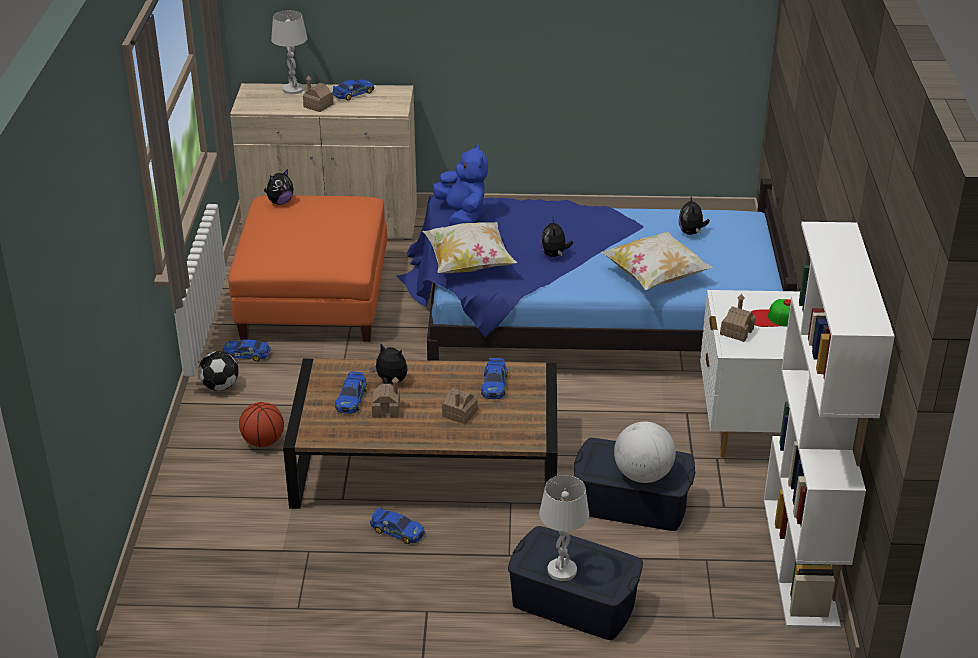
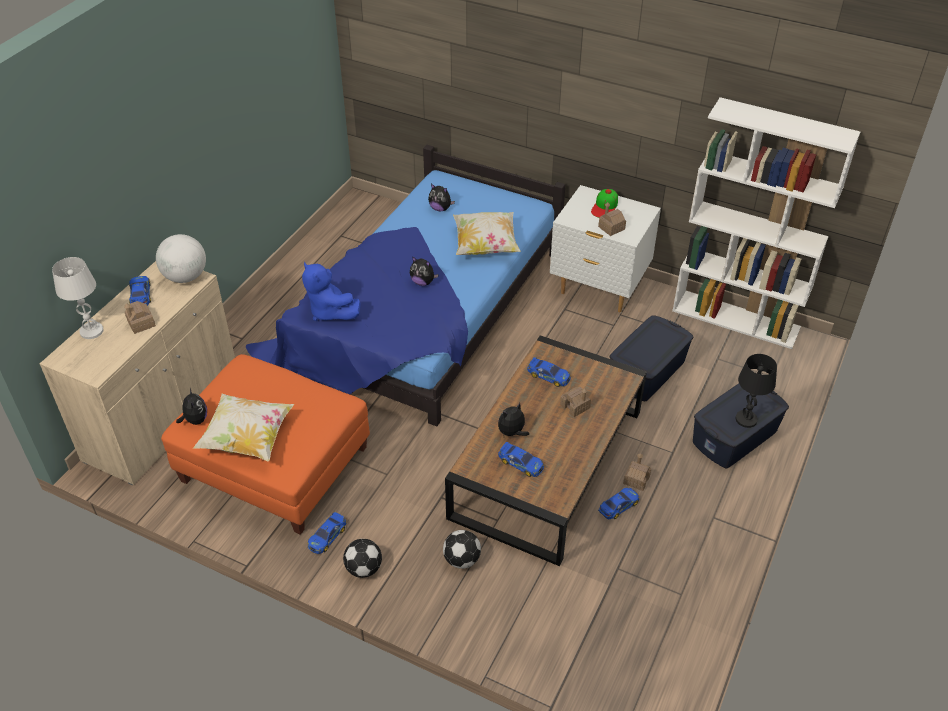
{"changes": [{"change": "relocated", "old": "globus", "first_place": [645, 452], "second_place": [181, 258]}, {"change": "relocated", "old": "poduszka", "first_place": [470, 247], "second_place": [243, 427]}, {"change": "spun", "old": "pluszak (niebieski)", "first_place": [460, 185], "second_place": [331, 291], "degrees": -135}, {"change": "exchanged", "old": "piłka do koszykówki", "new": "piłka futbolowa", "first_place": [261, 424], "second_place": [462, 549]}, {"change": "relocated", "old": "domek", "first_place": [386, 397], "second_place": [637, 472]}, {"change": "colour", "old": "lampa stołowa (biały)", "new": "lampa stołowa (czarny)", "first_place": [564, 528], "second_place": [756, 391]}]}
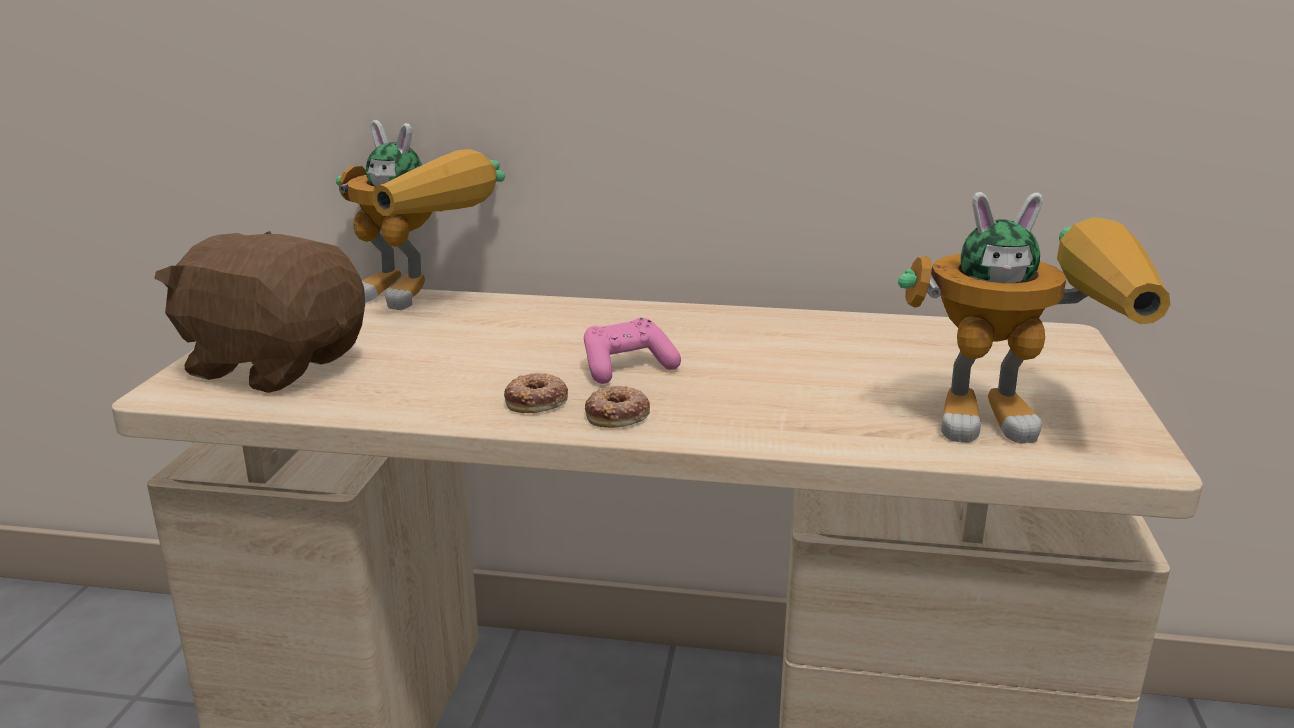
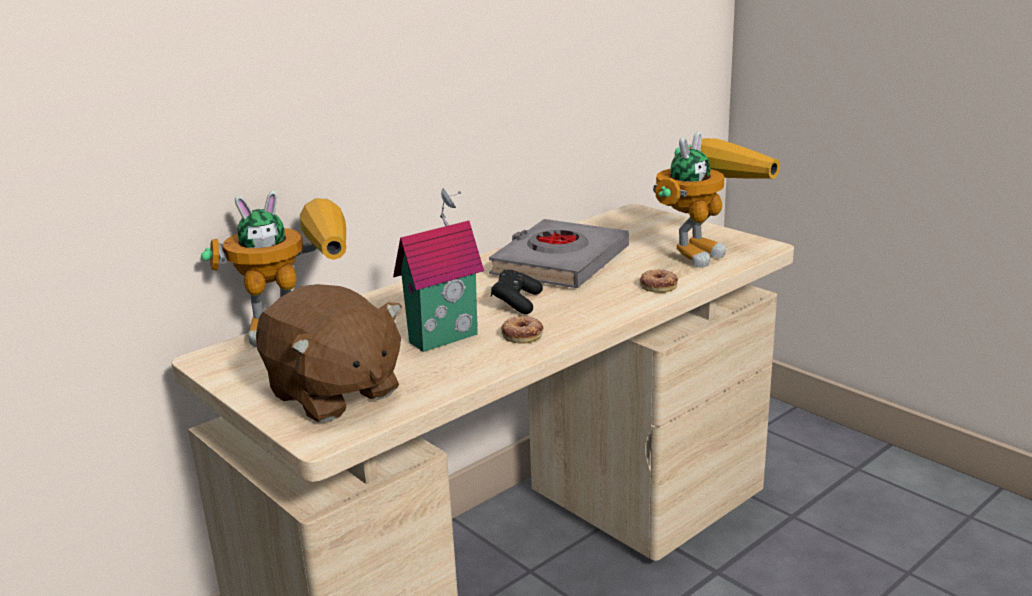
{"changes": [{"change": "spun", "old": "pluszak (brązowy)", "first_place": [259, 312], "second_place": [329, 353], "degrees": -105}, {"change": "appeared", "new": "domek", "second_place": [438, 270]}, {"change": "appeared", "new": "książka (szary)", "second_place": [559, 253]}, {"change": "colour", "old": "pad do gier (różowy)", "new": "pad do gier (czarny)", "first_place": [632, 351], "second_place": [517, 292]}, {"change": "relocated", "old": "donut", "first_place": [617, 406], "second_place": [659, 281]}]}
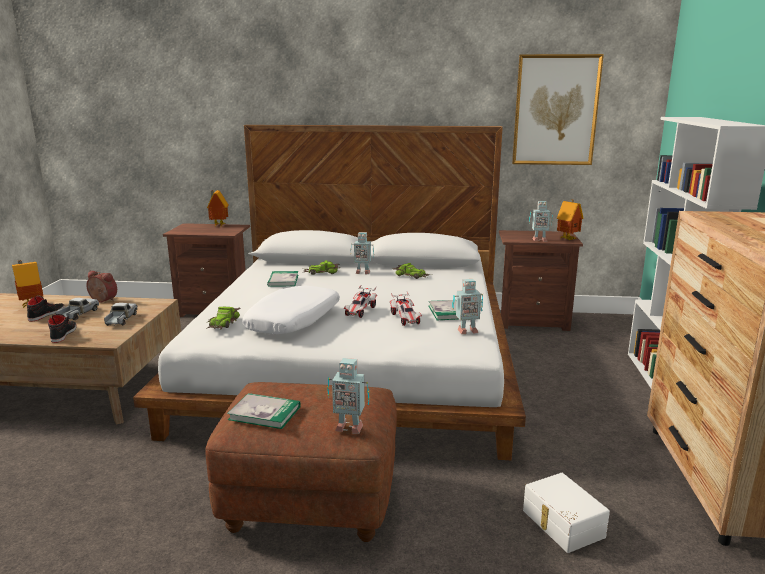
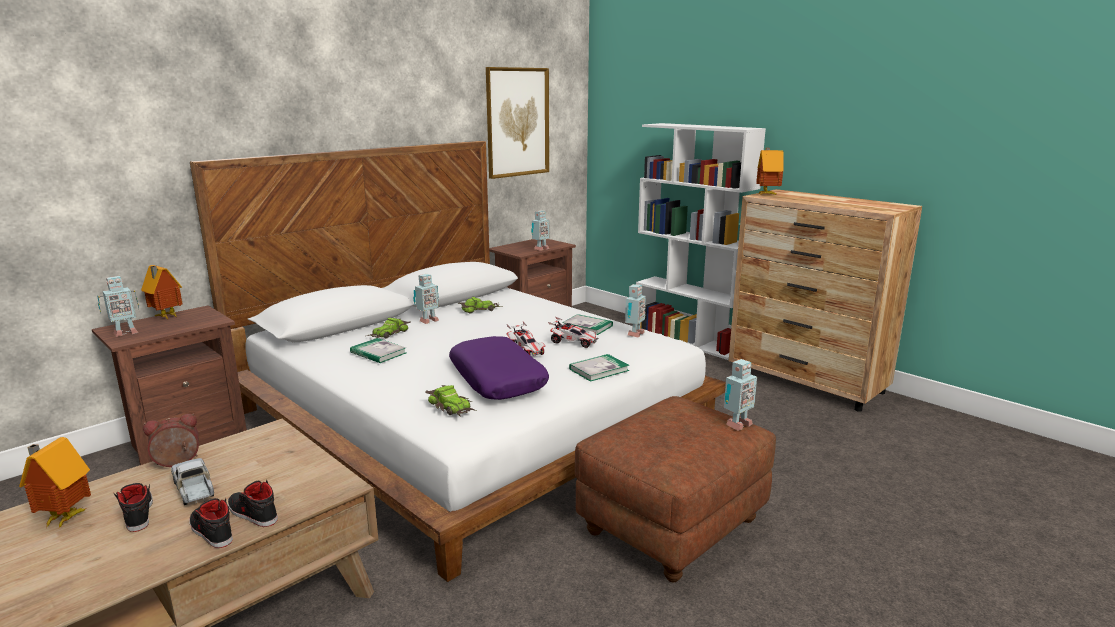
{"changes": [{"change": "appeared", "new": "robot zabawkowy", "second_place": [118, 306]}, {"change": "appeared", "new": "but (czarny)", "second_place": [211, 523]}, {"change": "colour", "old": "poduszka (biały)", "new": "poduszka (fioletowy)", "first_place": [291, 310], "second_place": [499, 368]}, {"change": "relocated", "old": "książka", "first_place": [264, 411], "second_place": [599, 368]}, {"change": "relocated", "old": "domek", "first_place": [570, 220], "second_place": [769, 171]}, {"change": "missing", "old": "ciężarówka zabawkowa", "first_place": [120, 314]}, {"change": "missing", "old": "pojemnik do przechowywania (biały)", "first_place": [566, 513]}]}
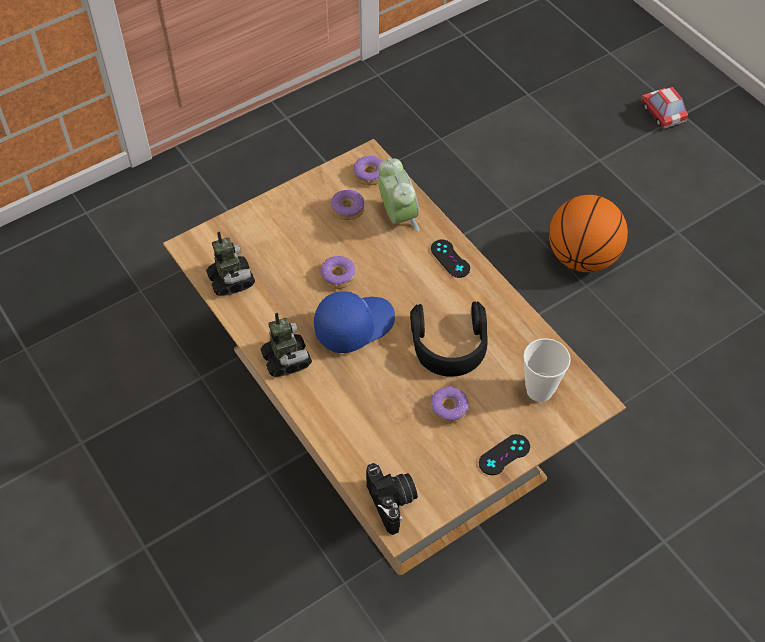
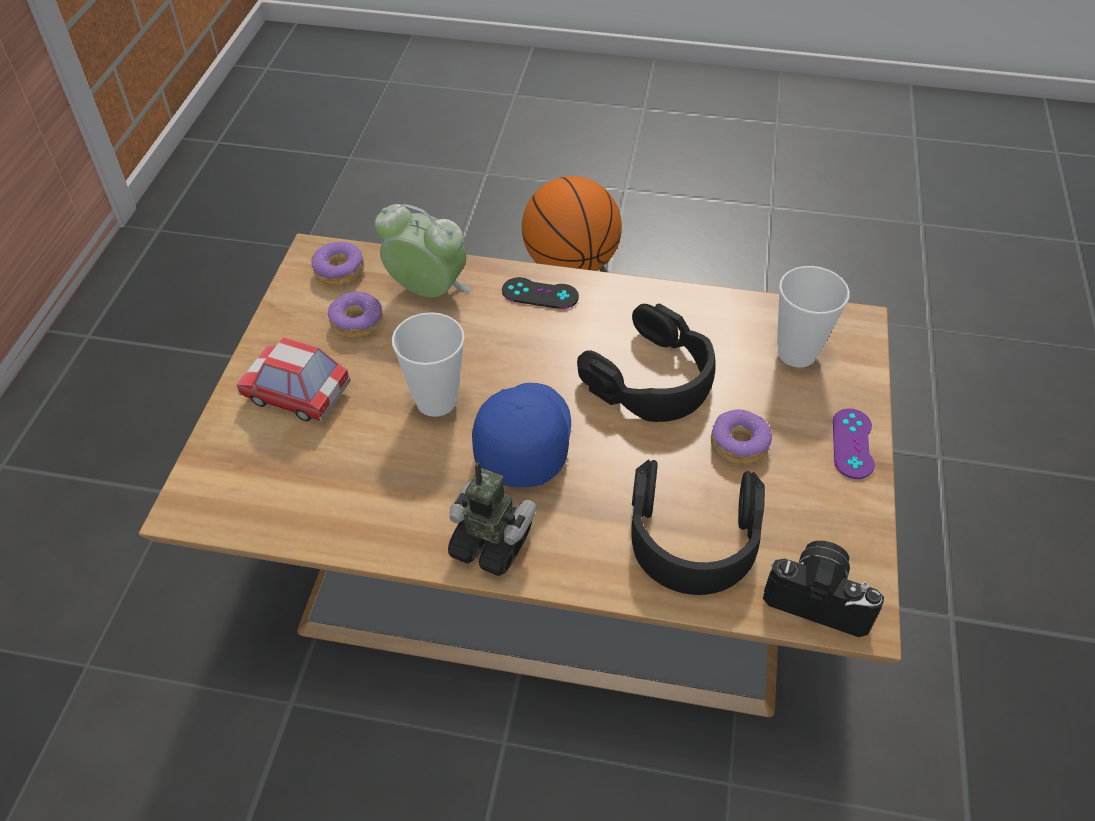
{"changes": [{"change": "relocated", "old": "samochodzik", "first_place": [664, 108], "second_place": [293, 379]}, {"change": "exchanged", "old": "donut", "new": "filiżanka", "first_place": [338, 272], "second_place": [428, 364]}, {"change": "appeared", "new": "słuchawki (czarny)", "second_place": [698, 527]}, {"change": "colour", "old": "pad do gier (czarny)", "new": "pad do gier (fioletowy)", "first_place": [504, 454], "second_place": [854, 444]}, {"change": "missing", "old": "robot zabawkowy", "first_place": [230, 263]}]}
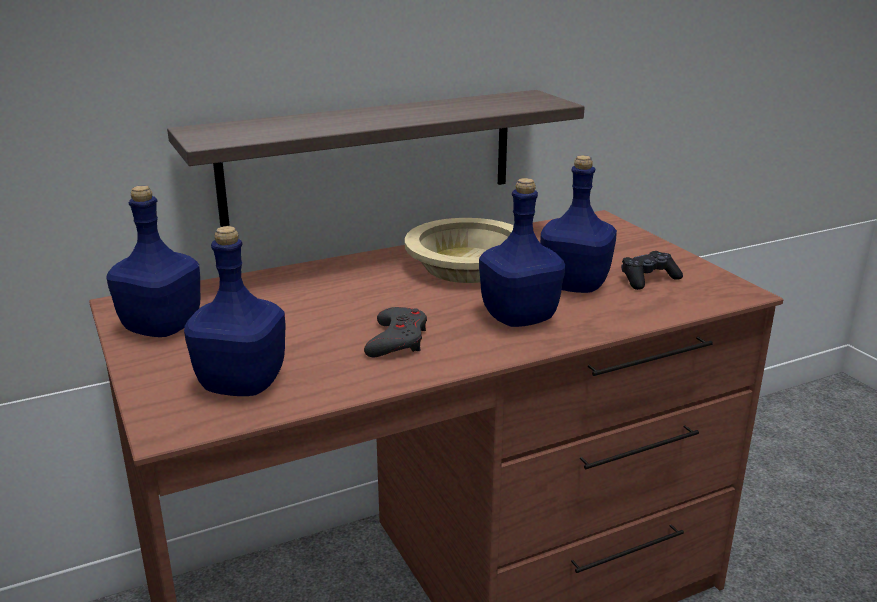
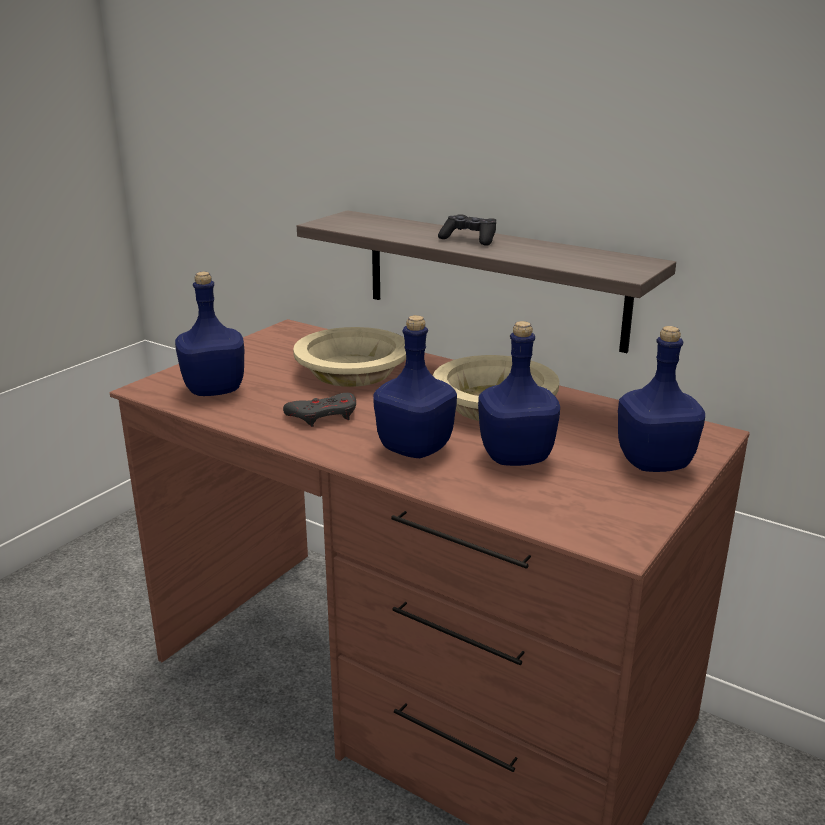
{"changes": [{"change": "appeared", "new": "miska (beżowy)", "second_place": [349, 357]}, {"change": "relocated", "old": "pad do gier (czarny)", "first_place": [652, 270], "second_place": [467, 230]}, {"change": "relocated", "old": "butelka (niebieski)", "first_place": [153, 261], "second_place": [661, 399]}]}
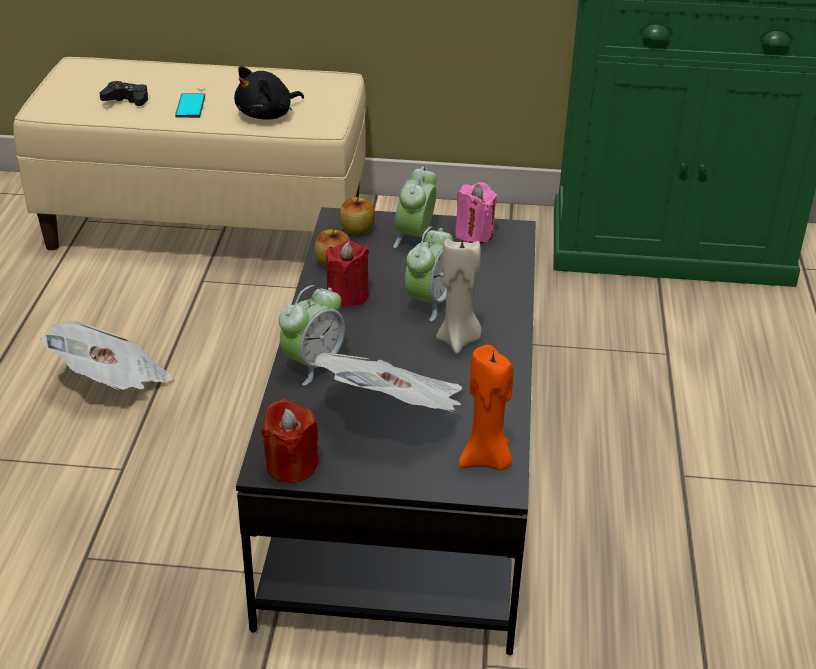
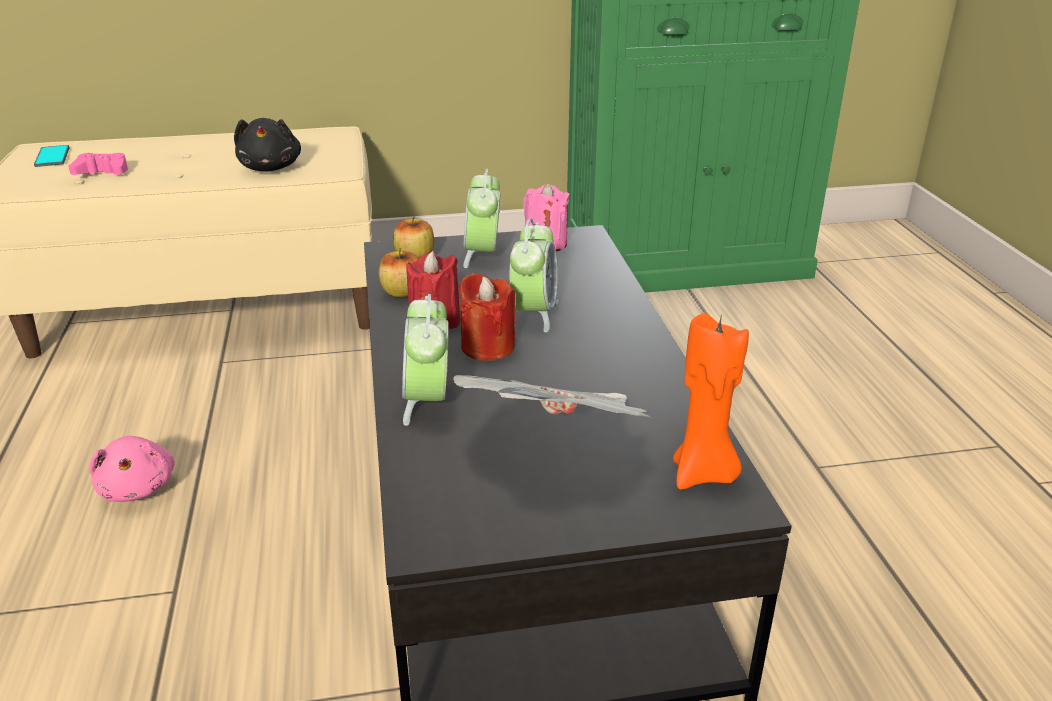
{"changes": [{"change": "relocated", "old": "telefon", "first_place": [190, 105], "second_place": [52, 156]}, {"change": "colour", "old": "pad do gier (czarny)", "new": "pad do gier (różowy)", "first_place": [123, 93], "second_place": [98, 164]}, {"change": "exchanged", "old": "gazeta", "new": "pluszak (różowy)", "first_place": [106, 355], "second_place": [132, 469]}, {"change": "spun", "old": "pluszak (czarny)", "first_place": [269, 93], "second_place": [267, 145], "degrees": -45}, {"change": "spun", "old": "budzik", "first_place": [312, 335], "second_place": [425, 360], "degrees": 150}, {"change": "relocated", "old": "świeca (czerwony)", "first_place": [290, 441], "second_place": [487, 317]}, {"change": "missing", "old": "świeca (beżowy)", "first_place": [458, 295]}]}
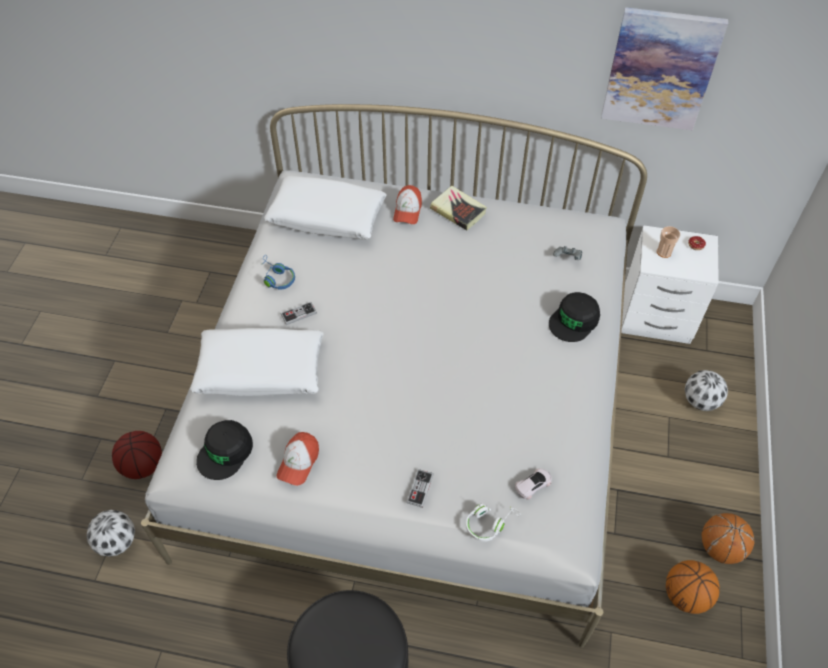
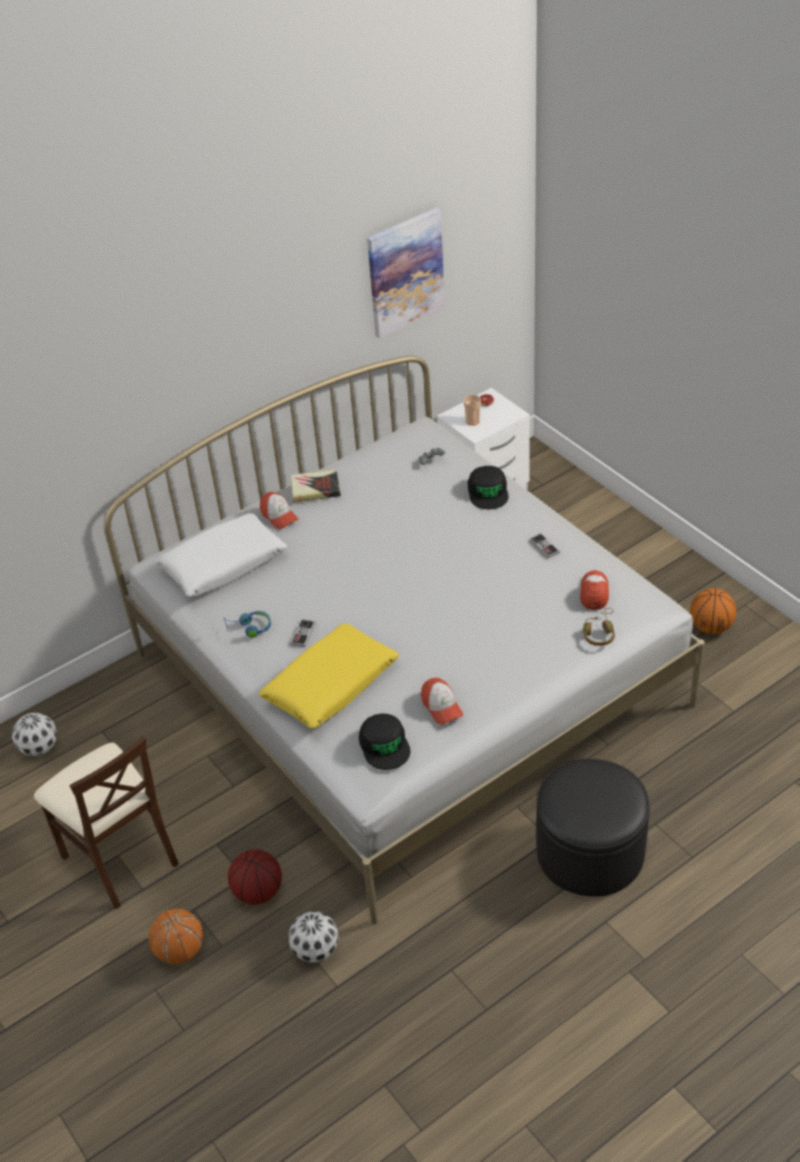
{"changes": [{"change": "relocated", "old": "piłka futbolowa", "first_place": [706, 390], "second_place": [34, 734]}, {"change": "appeared", "new": "krzesło (beżowy)", "second_place": [106, 822]}, {"change": "relocated", "old": "piłka do koszykówki", "first_place": [728, 538], "second_place": [176, 936]}, {"change": "colour", "old": "poduszka (biały)", "new": "poduszka (żółty)", "first_place": [257, 362], "second_place": [329, 676]}, {"change": "relocated", "old": "pad do gier", "first_place": [420, 488], "second_place": [545, 545]}, {"change": "exchanged", "old": "samochodzik (biały)", "new": "czapka z daszkiem", "first_place": [533, 484], "second_place": [594, 590]}, {"change": "colour", "old": "słuchawki (biały)", "new": "słuchawki (brązowy)", "first_place": [493, 522], "second_place": [599, 627]}]}
